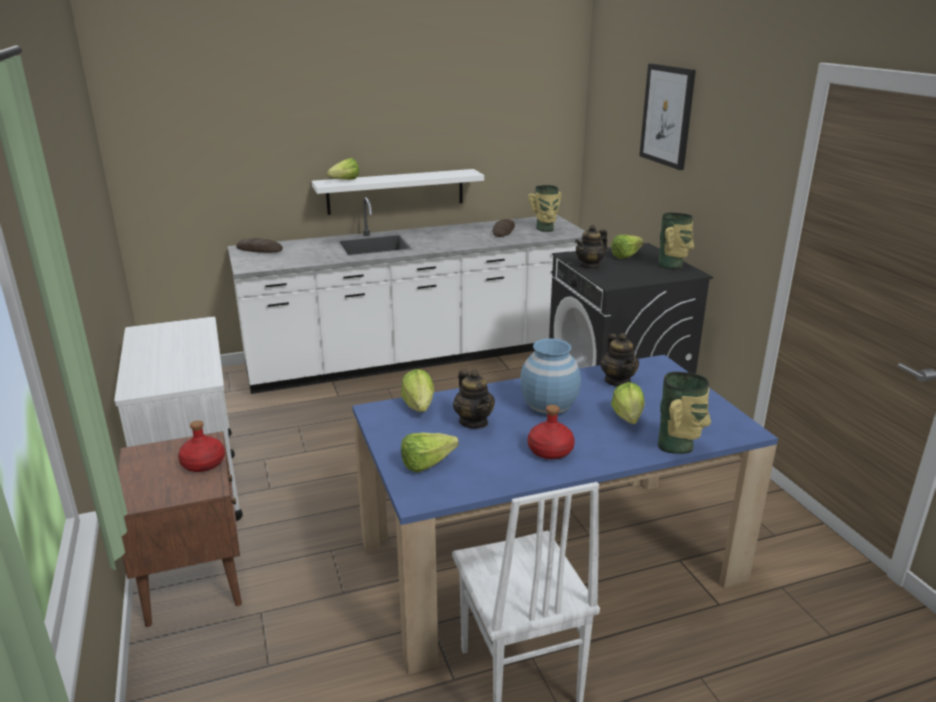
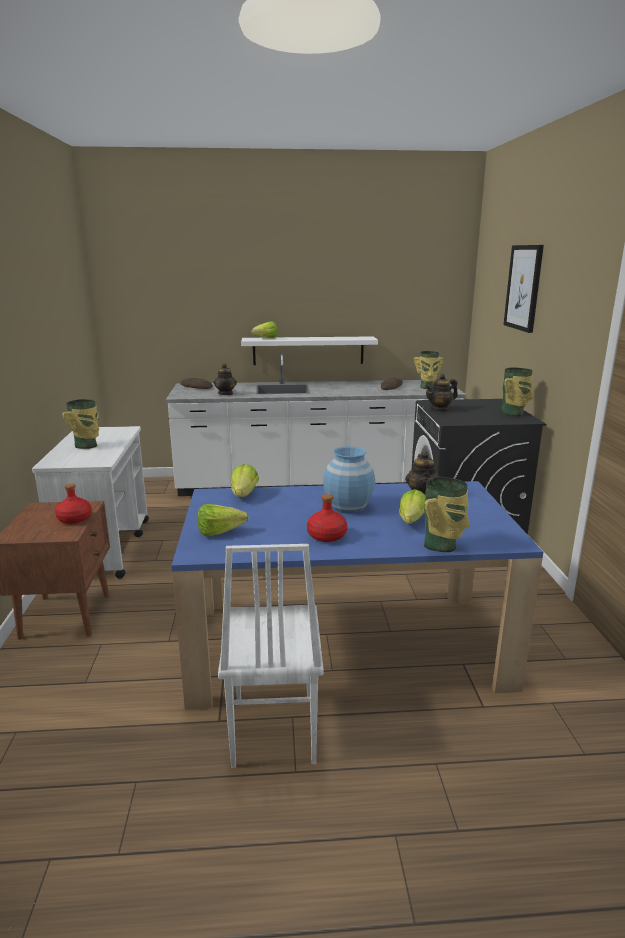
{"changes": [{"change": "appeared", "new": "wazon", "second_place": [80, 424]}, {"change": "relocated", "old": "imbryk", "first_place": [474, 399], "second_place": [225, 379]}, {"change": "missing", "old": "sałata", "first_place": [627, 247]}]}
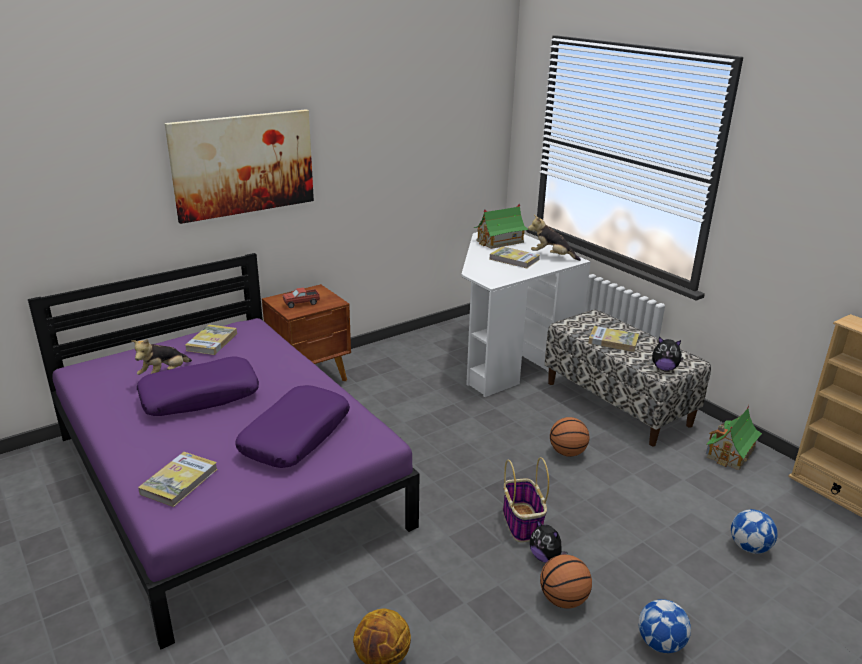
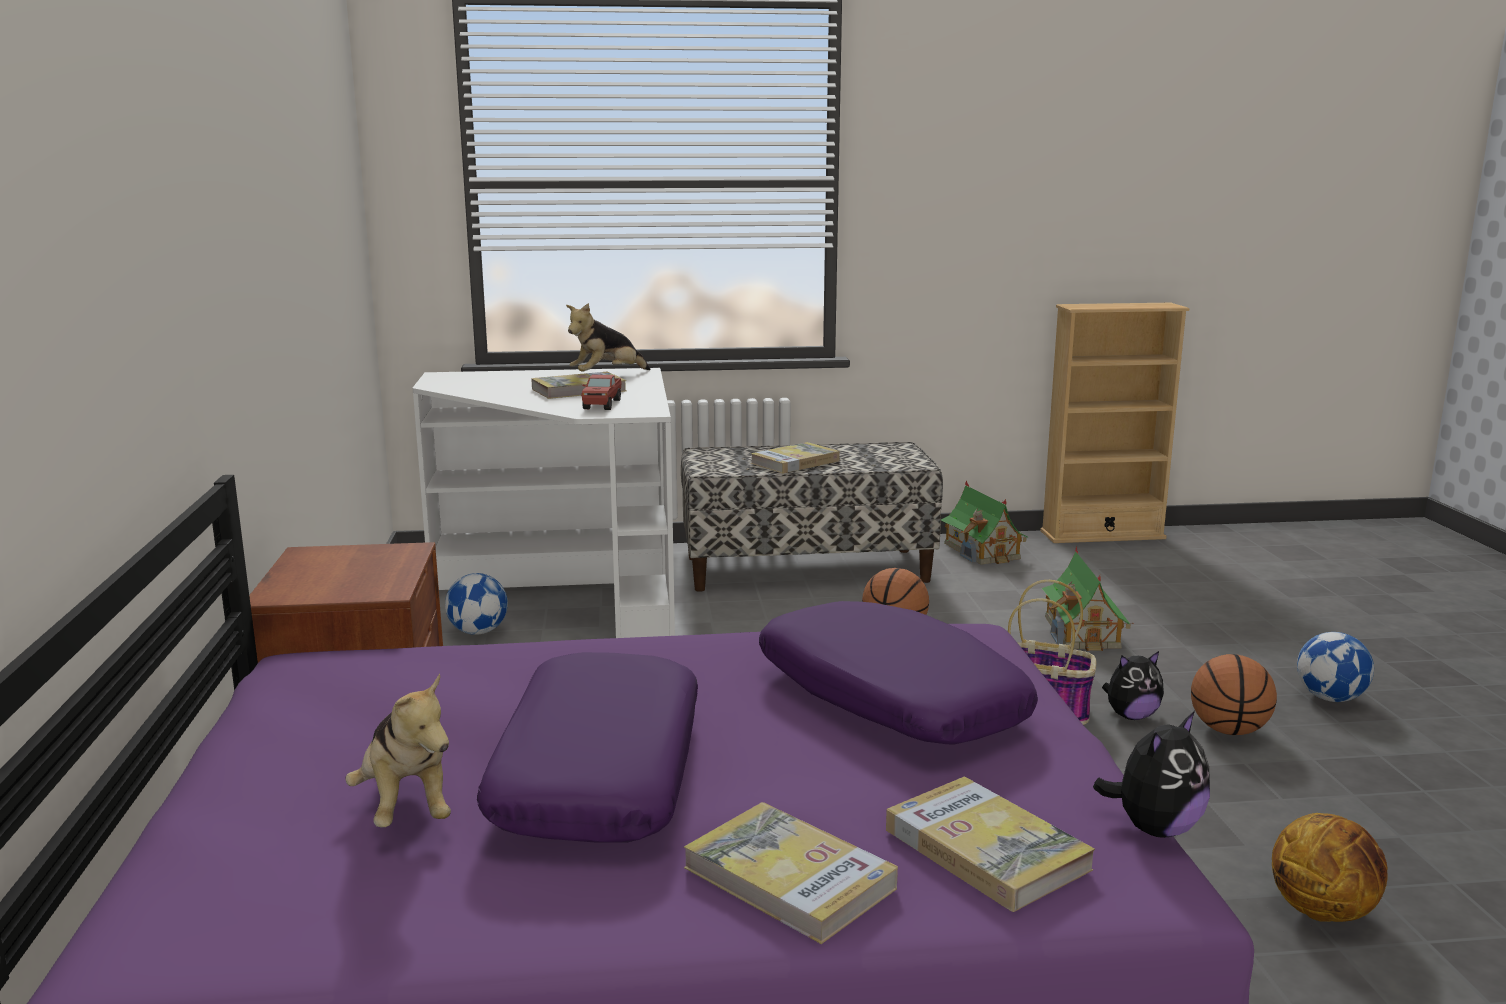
{"changes": [{"change": "relocated", "old": "piłka futbolowa", "first_place": [754, 531], "second_place": [476, 604]}, {"change": "relocated", "old": "ciężarówka zabawkowa", "first_place": [301, 297], "second_place": [601, 392]}, {"change": "relocated", "old": "książka", "first_place": [211, 340], "second_place": [791, 873]}, {"change": "relocated", "old": "domek", "first_place": [501, 226], "second_place": [1088, 598]}, {"change": "relocated", "old": "pluszak", "first_place": [668, 354], "second_place": [1151, 774]}, {"change": "missing", "old": "obraz", "first_place": [239, 166]}]}
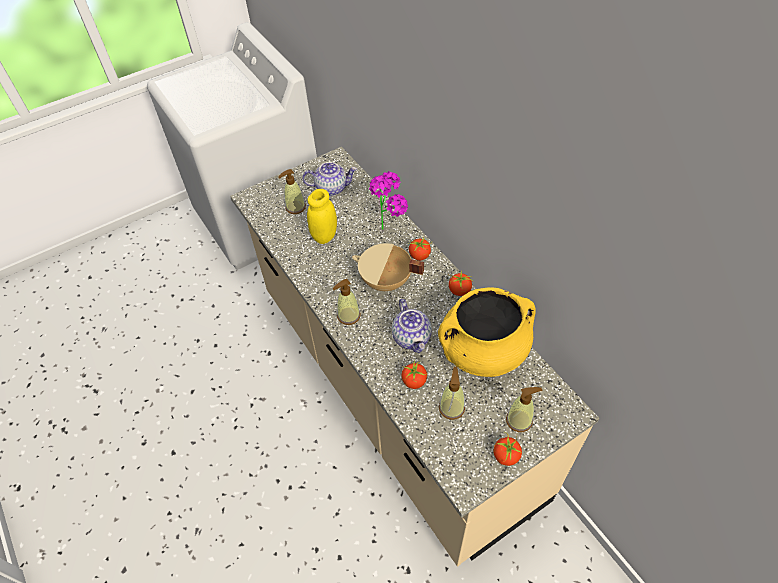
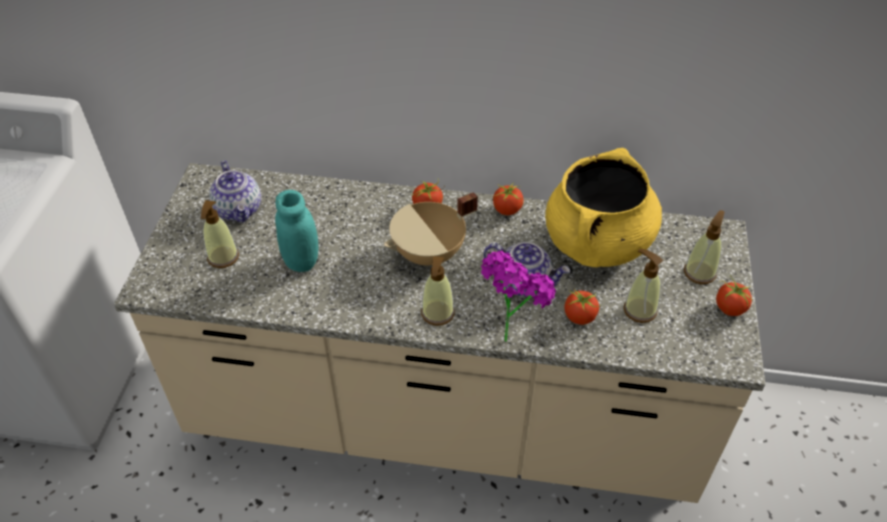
{"changes": [{"change": "spun", "old": "imbryk", "first_place": [329, 179], "second_place": [235, 192], "degrees": 120}, {"change": "colour", "old": "słoik (żółty)", "new": "słoik (turkusowy)", "first_place": [322, 216], "second_place": [296, 231]}, {"change": "relocated", "old": "roślina doniczkowa", "first_place": [388, 200], "second_place": [518, 296]}]}
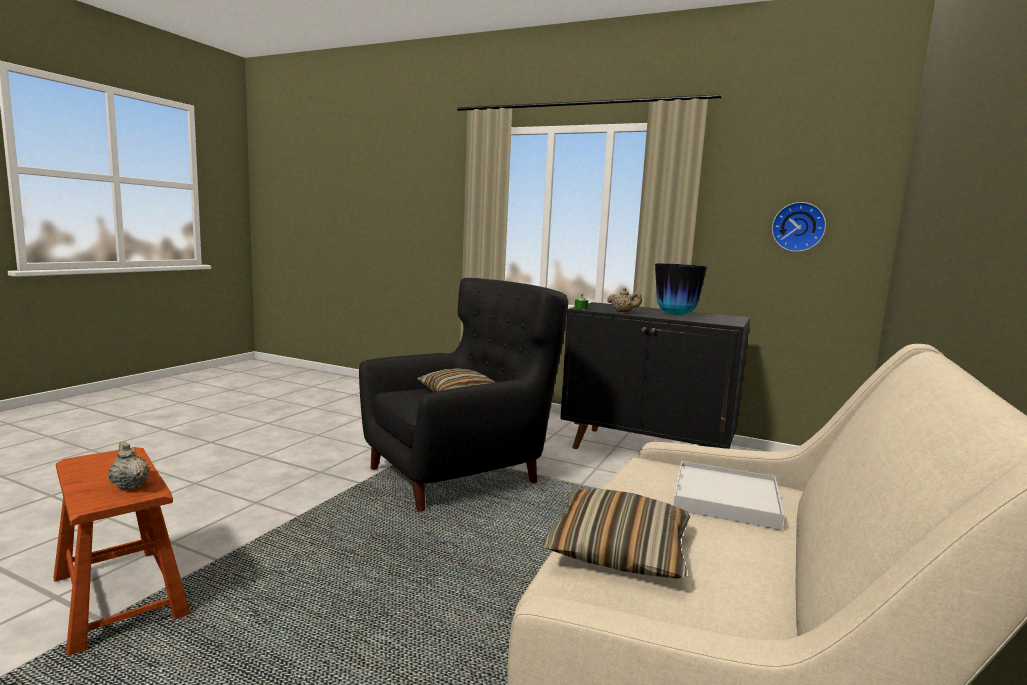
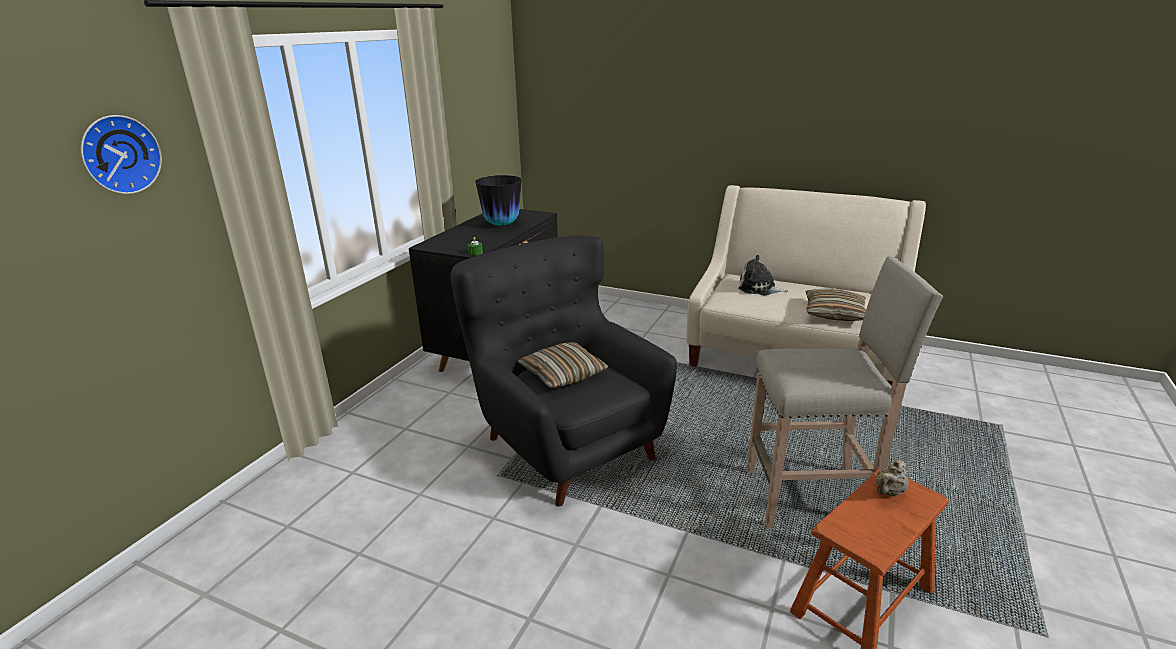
{"changes": [{"change": "relocated", "old": "zegar ścienny", "first_place": [799, 227], "second_place": [121, 154]}, {"change": "exchanged", "old": "taca (biały)", "new": "pluszak", "first_place": [728, 495], "second_place": [763, 275]}, {"change": "appeared", "new": "stołek (beżowy)", "second_place": [845, 392]}, {"change": "missing", "old": "imbryk (beżowy)", "first_place": [624, 300]}]}
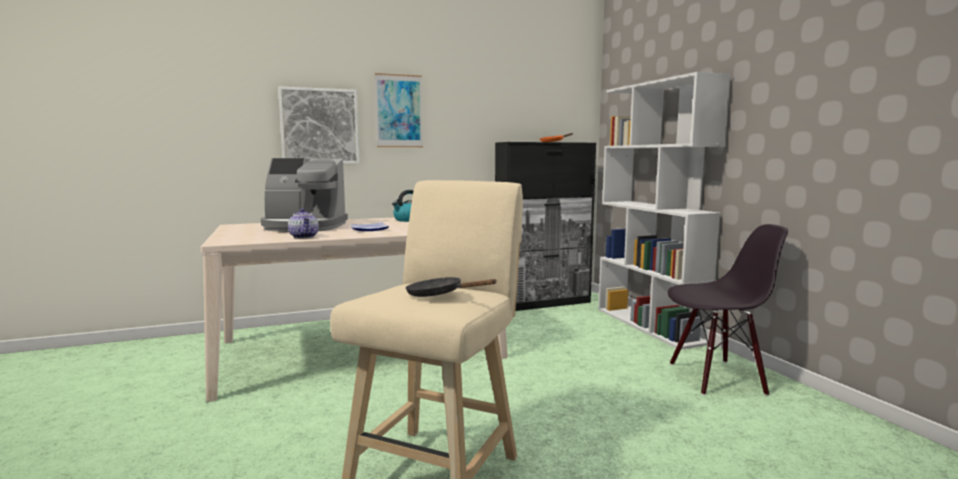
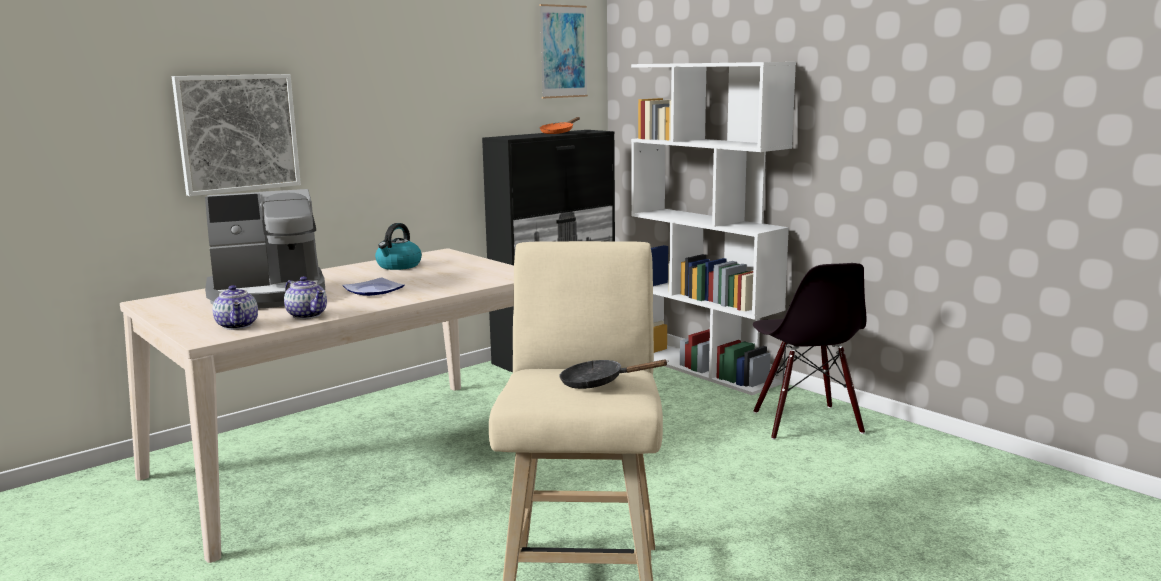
{"changes": [{"change": "appeared", "new": "imbryk", "second_place": [235, 307]}, {"change": "relocated", "old": "obraz", "first_place": [399, 110], "second_place": [563, 51]}, {"change": "spun", "old": "krzesło (czarny)", "first_place": [728, 310], "second_place": [809, 351], "degrees": 105}]}
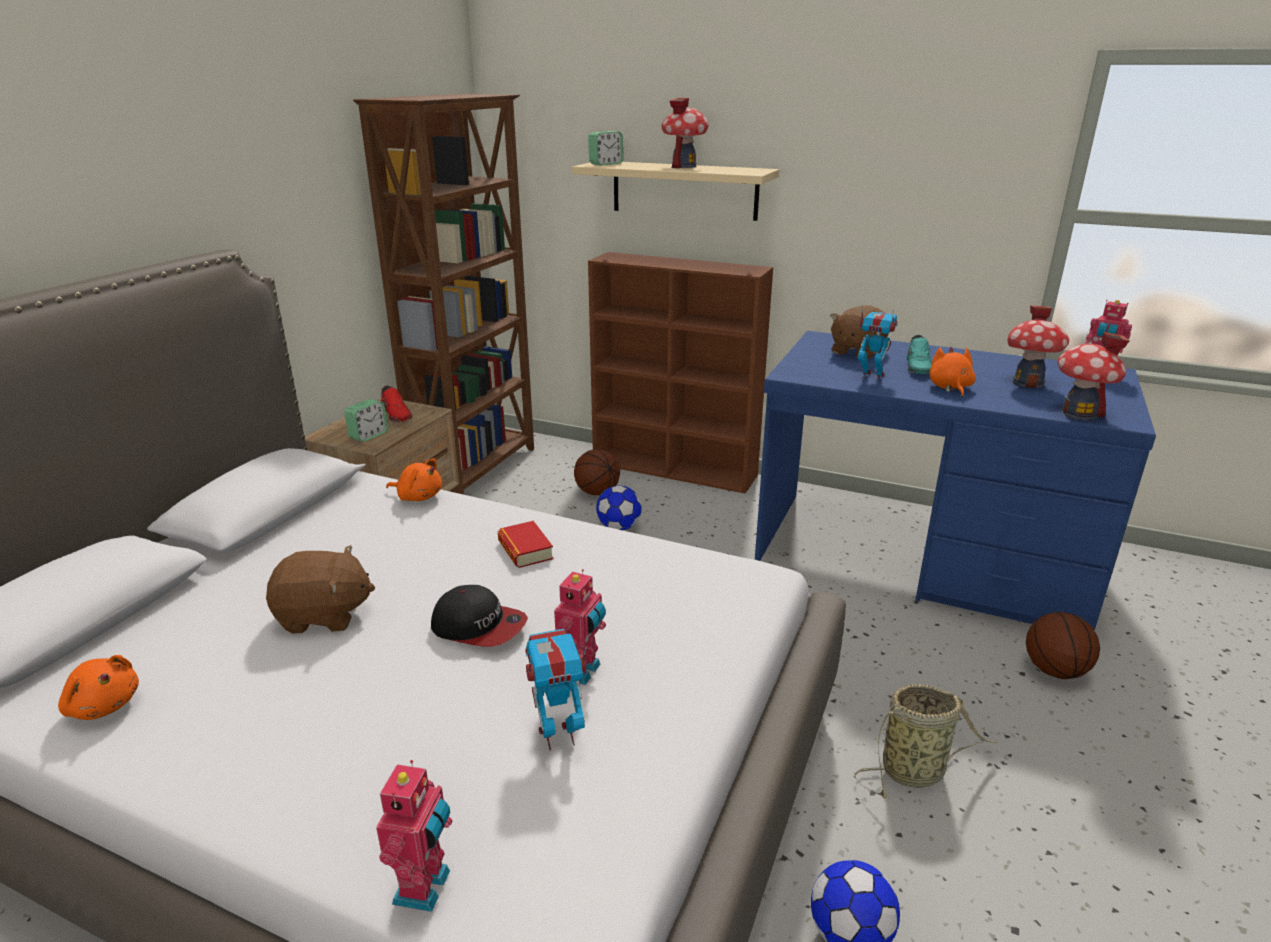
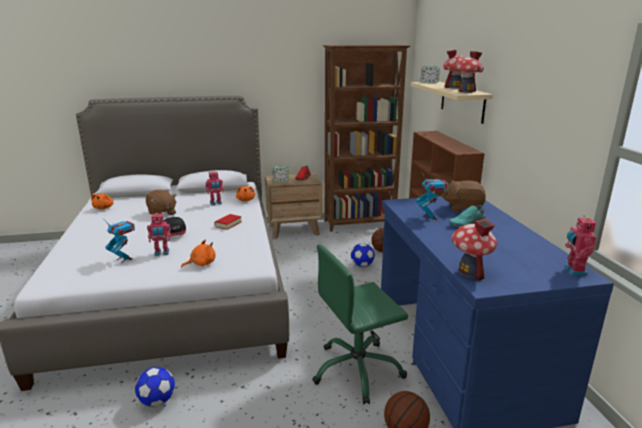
{"changes": [{"change": "relocated", "old": "pluszak (pomarańczowy)", "first_place": [953, 372], "second_place": [198, 253]}, {"change": "relocated", "old": "robot zabawkowy", "first_place": [414, 836], "second_place": [215, 188]}, {"change": "appeared", "new": "krzesło biurowe (zielony)", "second_place": [360, 324]}, {"change": "relocated", "old": "domek", "first_place": [1038, 347], "second_place": [469, 72]}, {"change": "missing", "old": "koszyk", "first_place": [925, 741]}]}
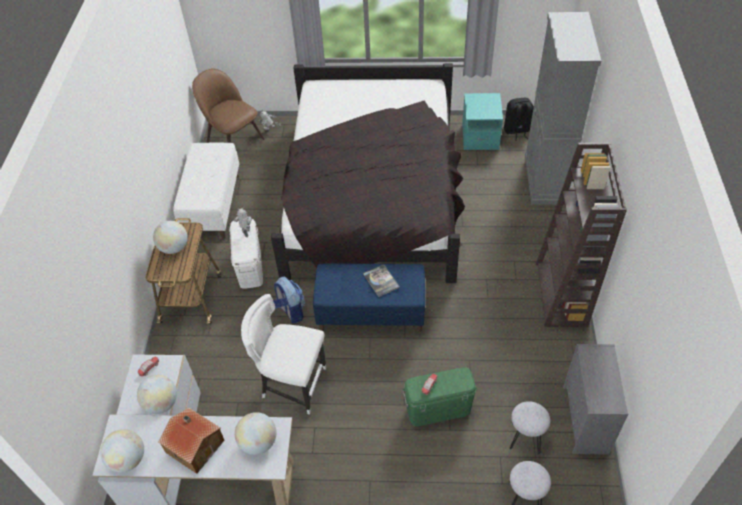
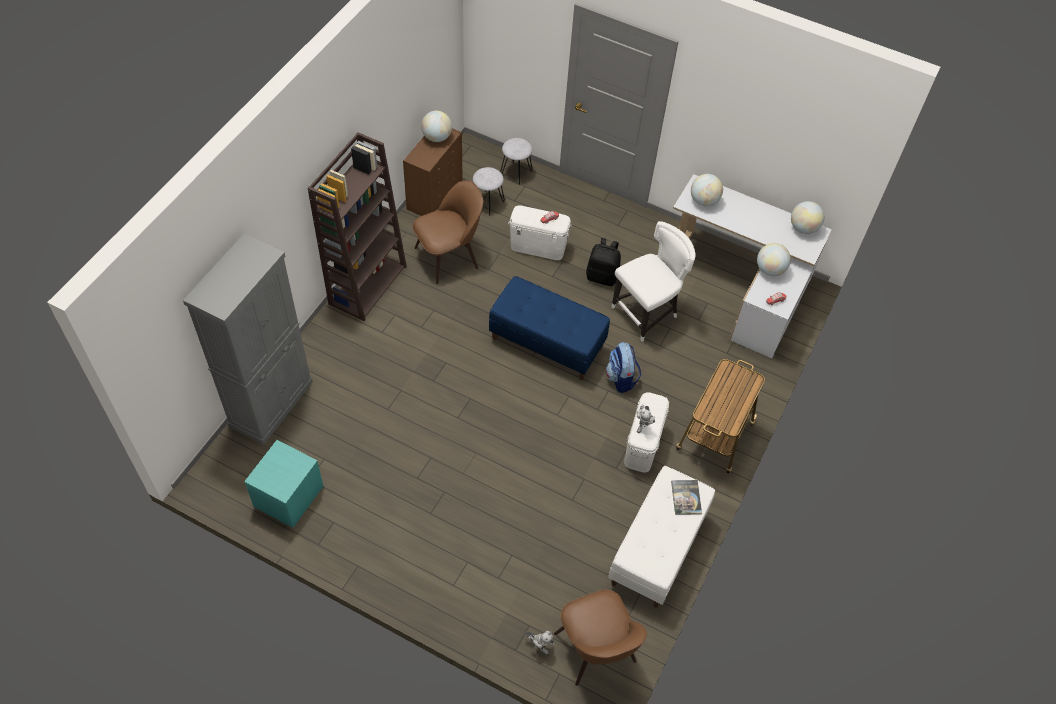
{"changes": [{"change": "colour", "old": "komoda (szary)", "new": "komoda (brązowy)", "first_place": [595, 399], "second_place": [433, 172]}, {"change": "appeared", "new": "krzesło (brązowy)", "second_place": [447, 232]}, {"change": "relocated", "old": "globus", "first_place": [170, 237], "second_place": [436, 126]}, {"change": "colour", "old": "pojemnik do przechowywania (zielony)", "new": "pojemnik do przechowywania (biały)", "first_place": [440, 396], "second_place": [540, 232]}, {"change": "relocated", "old": "plecak (czarny)", "first_place": [519, 119], "second_place": [603, 262]}, {"change": "spun", "old": "krzesło (biały)", "first_place": [283, 354], "second_place": [654, 281], "degrees": -75}, {"change": "relocated", "old": "książka", "first_place": [381, 280], "second_place": [686, 497]}, {"change": "missing", "old": "domek", "first_place": [191, 441]}, {"change": "missing", "old": "łóżko (czarny)", "first_place": [368, 173]}]}
